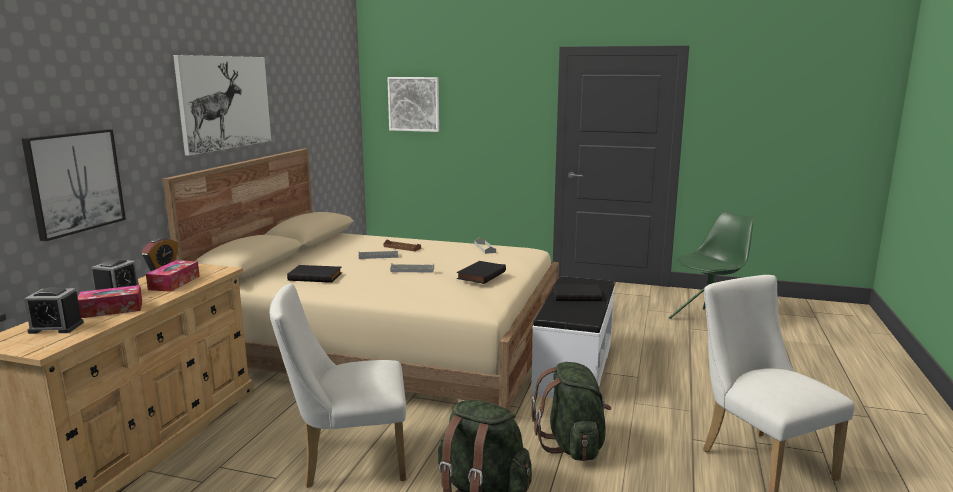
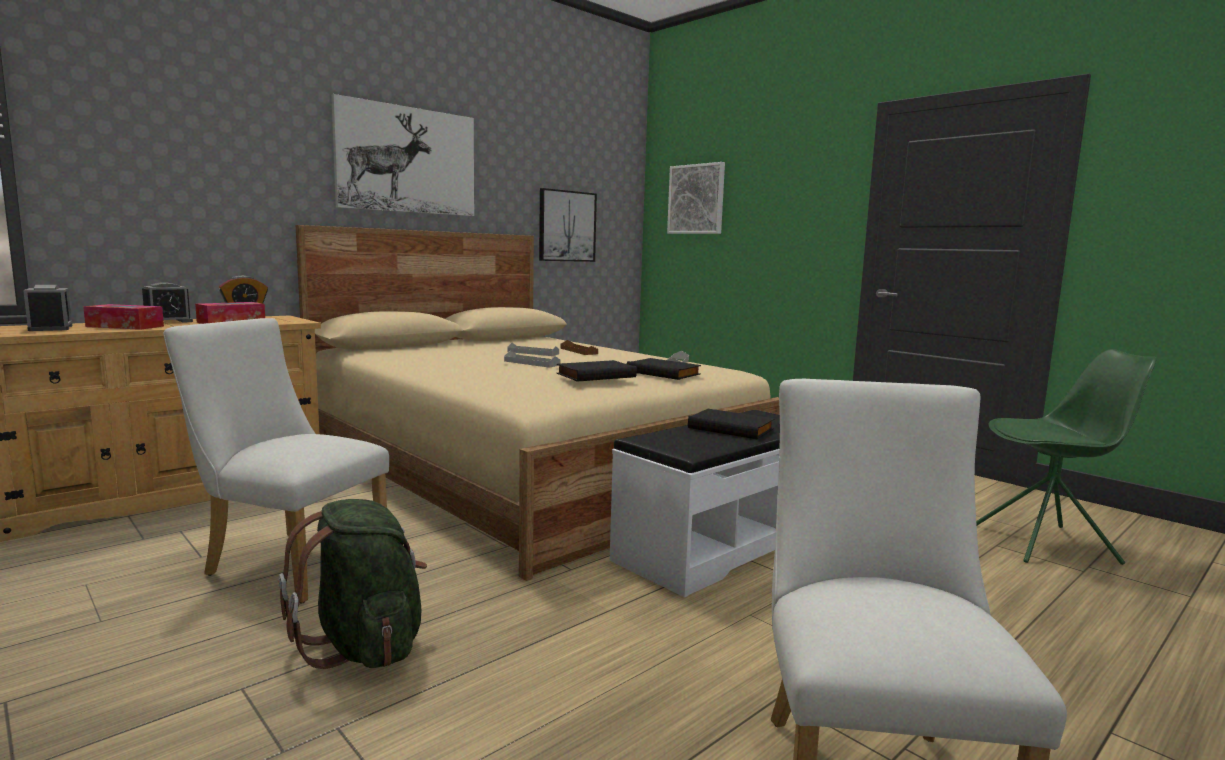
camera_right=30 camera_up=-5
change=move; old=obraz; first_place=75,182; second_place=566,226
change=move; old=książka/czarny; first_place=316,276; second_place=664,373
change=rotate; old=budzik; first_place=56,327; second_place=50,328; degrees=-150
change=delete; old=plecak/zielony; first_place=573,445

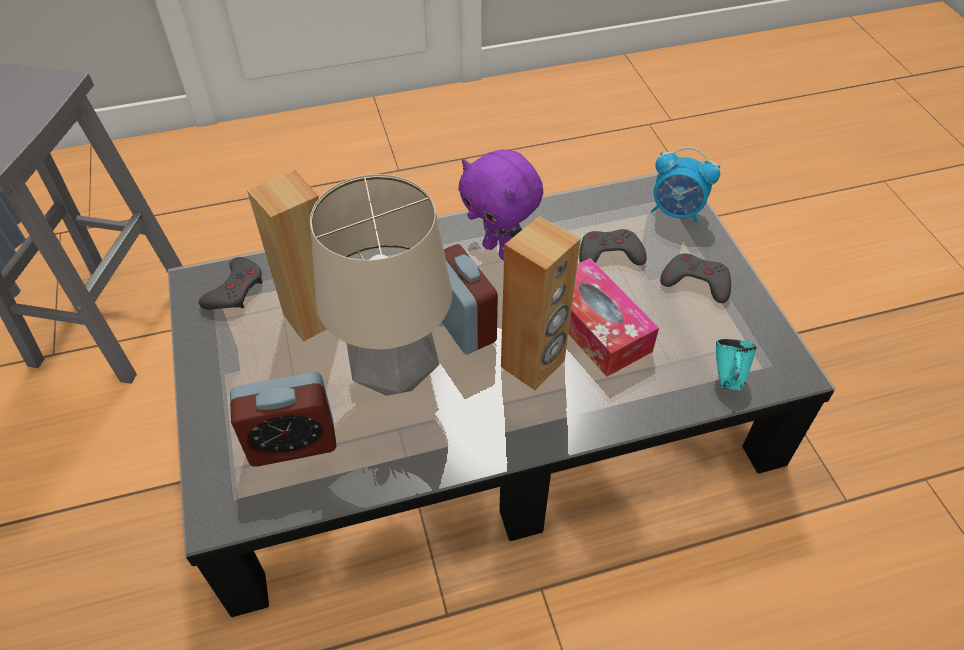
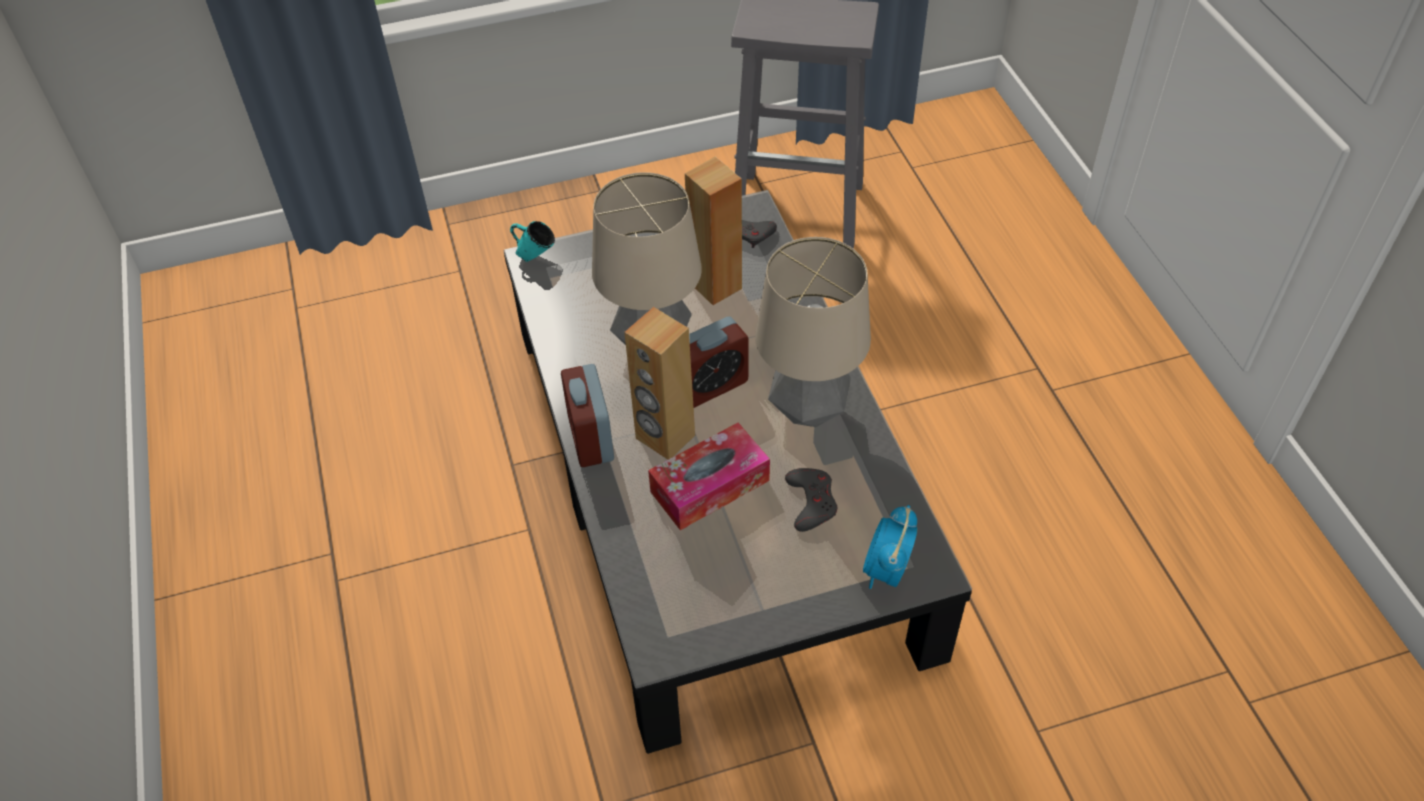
camera_right=90 camera_up=0
change=replace; old=pluszak/fioletowy; new=lampa stołowa; first_place=500,250; second_place=808,410
change=delete; old=pad do gier/szary; first_place=696,282
change=move; old=kubek/turkusowy; first_place=727,378; second_place=535,256
change=move; old=budzik; first_place=292,443; second_place=591,438

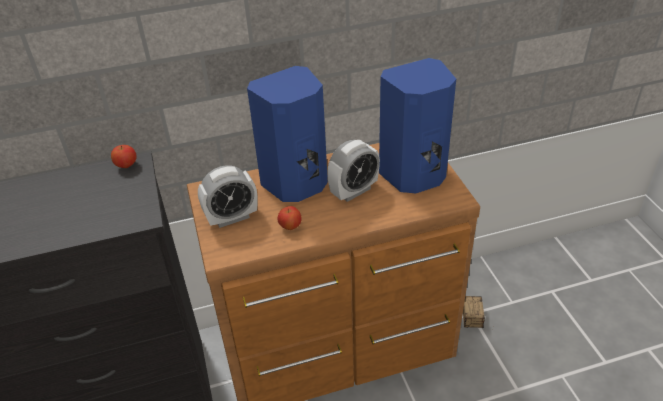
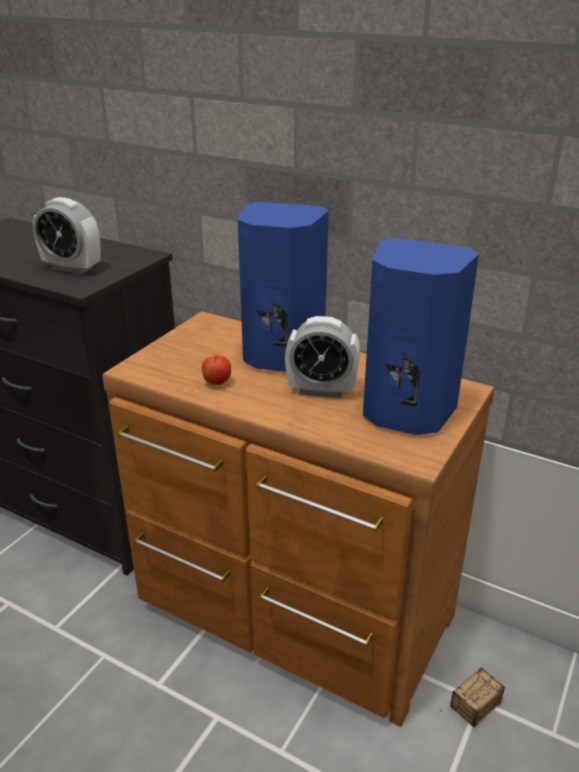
camera_right=45 camera_up=-10
change=delete; old=jabłko; first_place=126,165
change=move; old=budzik; first_place=232,218; second_place=72,268

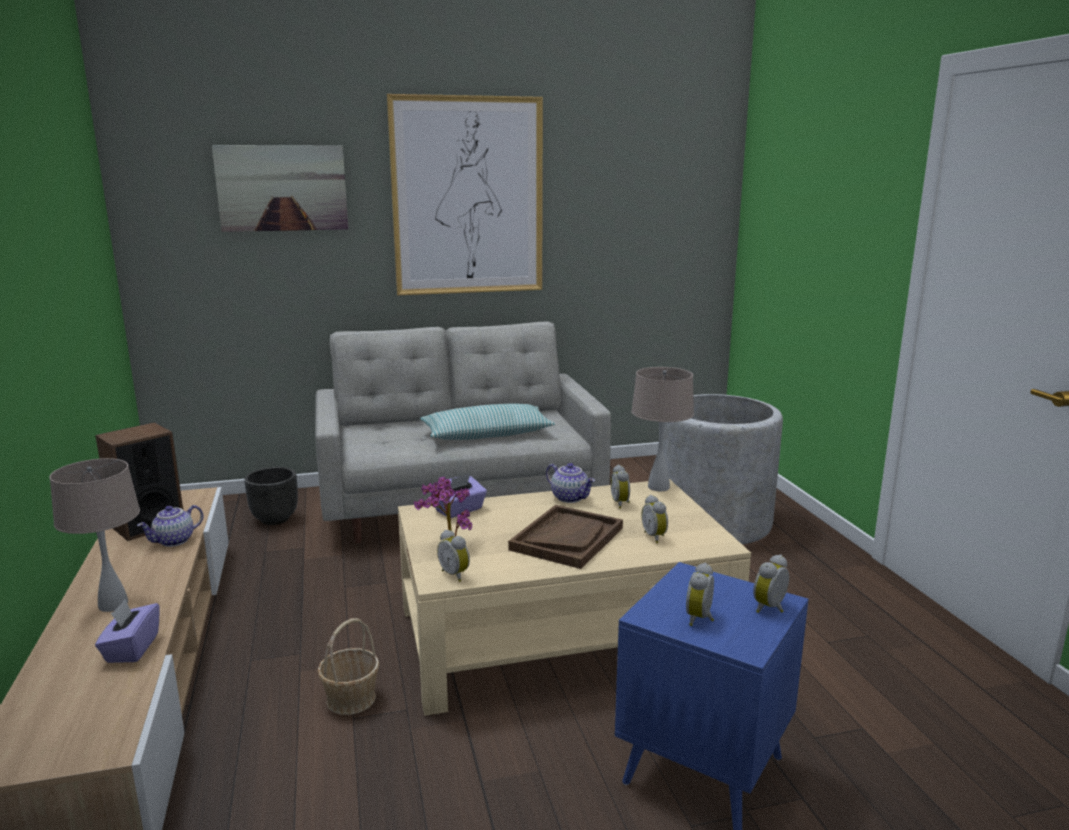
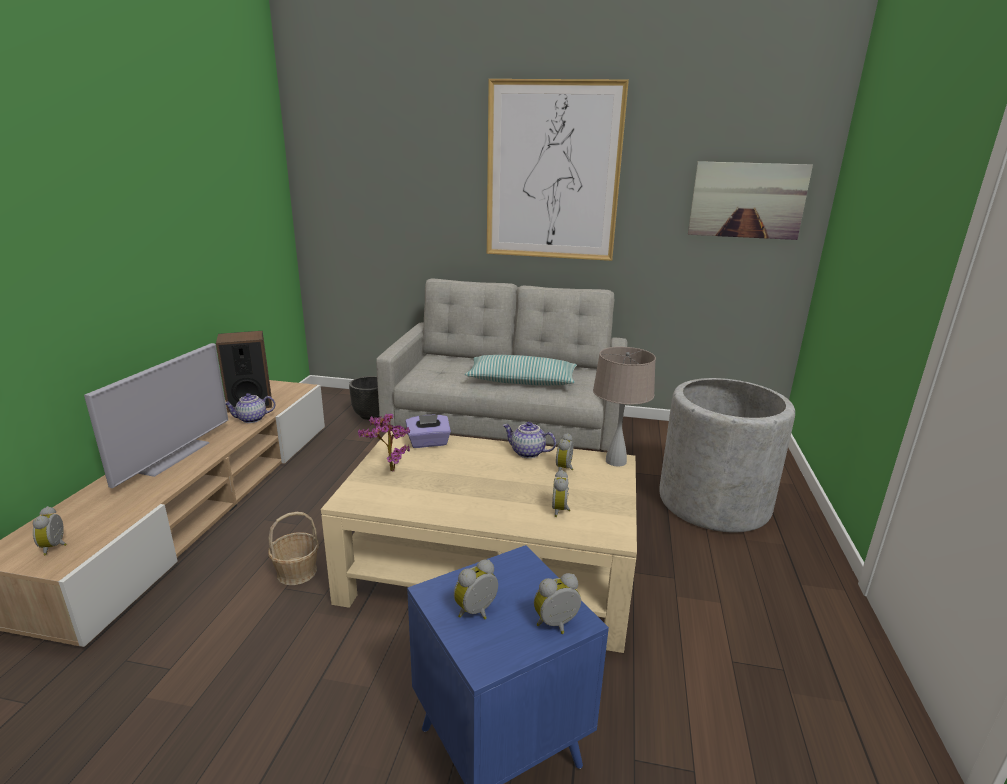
camera_right=25 camera_up=5
change=move; old=obraz; first_place=282,188; second_place=747,200
change=replace; old=lampa stołowa/beżowy; new=telewizor; first_place=113,604; second_place=172,457
change=rotate; old=imbryk; first_place=570,498; second_place=527,453; degrees=135
change=delete; old=taca/brązowy; first_place=567,538
change=move; old=budzik; first_place=455,574; second_place=56,546
change=delete; old=pudełko chusteczek/fioletowy; first_place=131,648

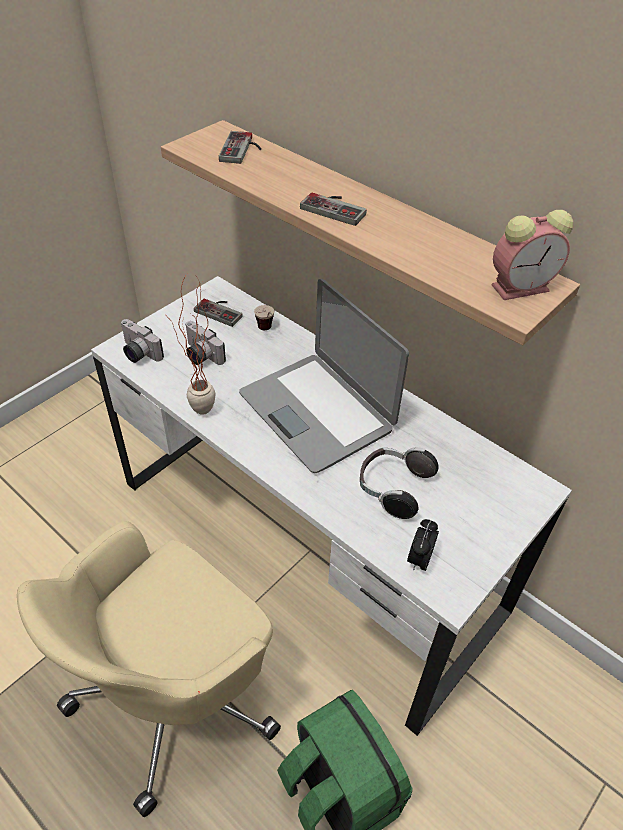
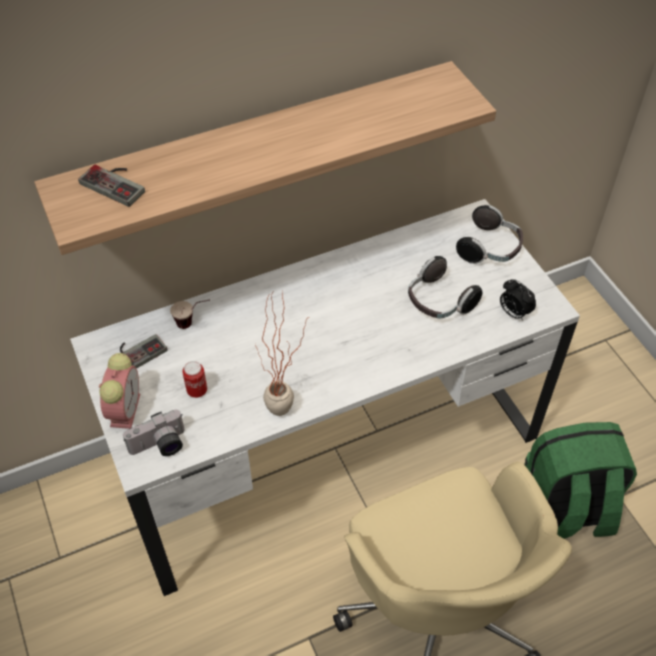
camera_right=-65 camera_up=5
change=delete; old=pad do gier; first_place=336,208
change=move; old=budzik; first_place=522,287; second_place=125,408
change=delete; old=laptop; first_place=317,411
change=replace; old=aparat fotograficzny; new=puszka; first_place=200,355; second_place=197,390
change=insert; new=słuchawki; second_place=490,249

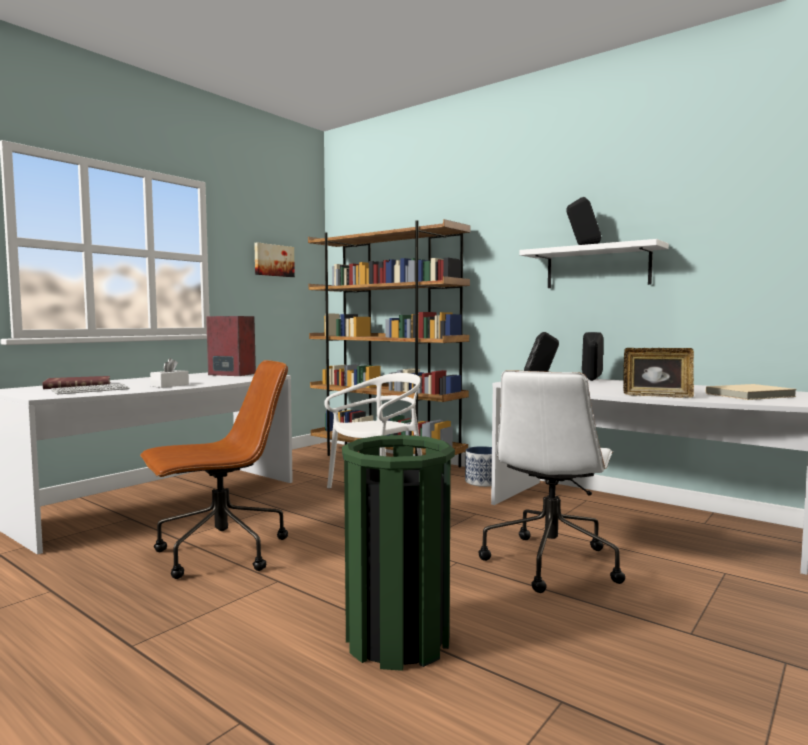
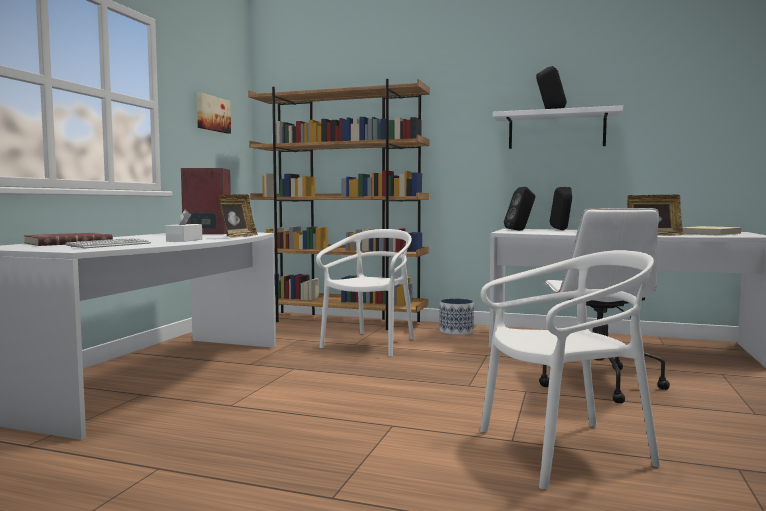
camera_right=-20 camera_up=0
change=delete; old=krzesło biurowe/brązowy; first_place=220,553
change=replace; old=kosz na śmieci/zielony; new=krzesło/biały; first_place=398,639; second_place=564,451
change=insert; new=ramka na zdjęcie; second_place=238,236

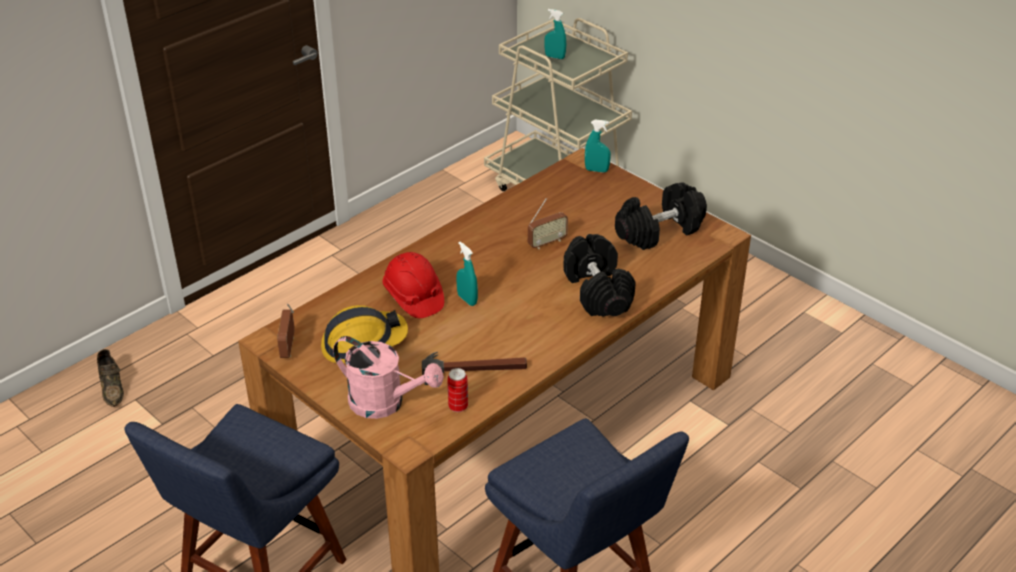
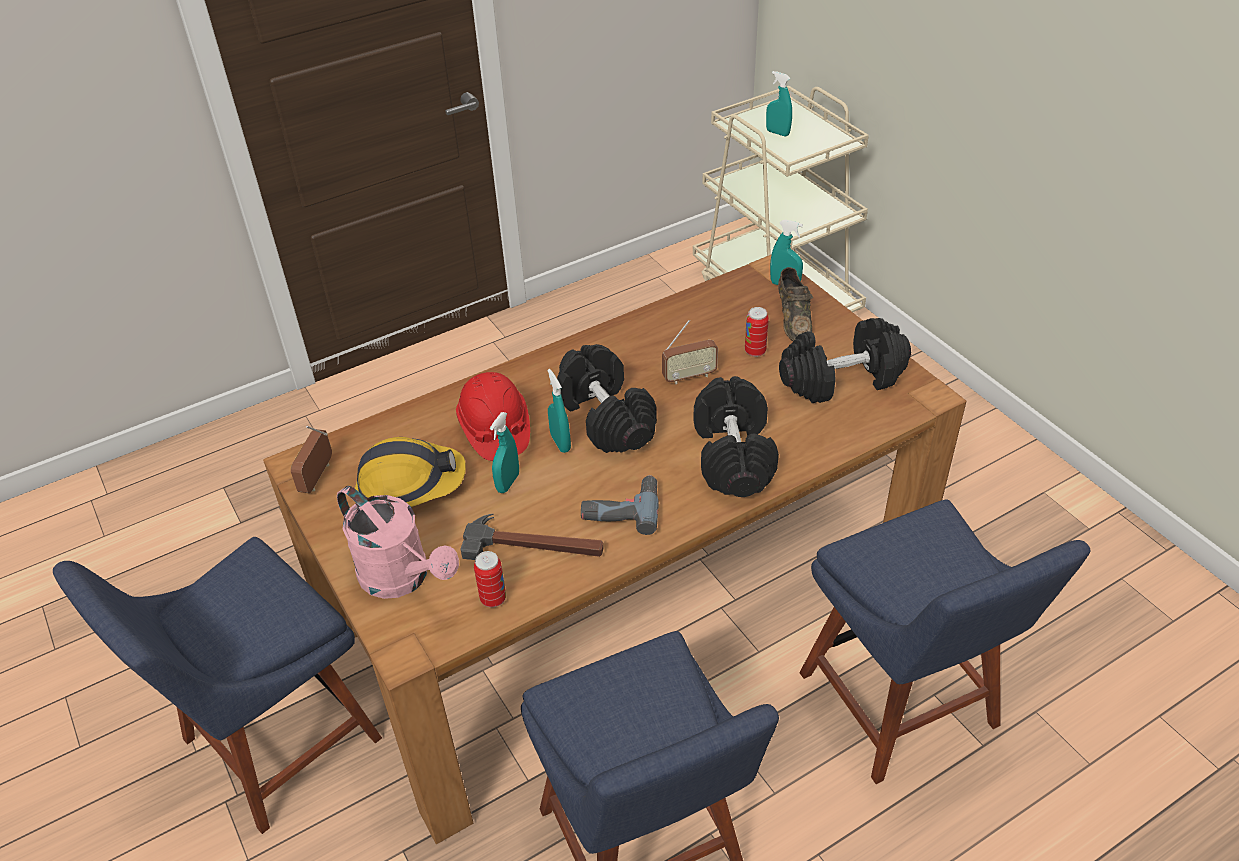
camera_right=15 camera_up=5
change=move; old=but/brązowy; first_place=112,388; second_place=794,321
change=insert; new=puszka; second_place=755,351
change=insert; new=hantel/czarny; second_place=605,417
change=insert; new=spryskiwacz/turkusowy; second_place=508,483
change=insert; new=wiertarka; second_place=621,508
change=insert; new=krzesło/niebieski; second_place=903,707

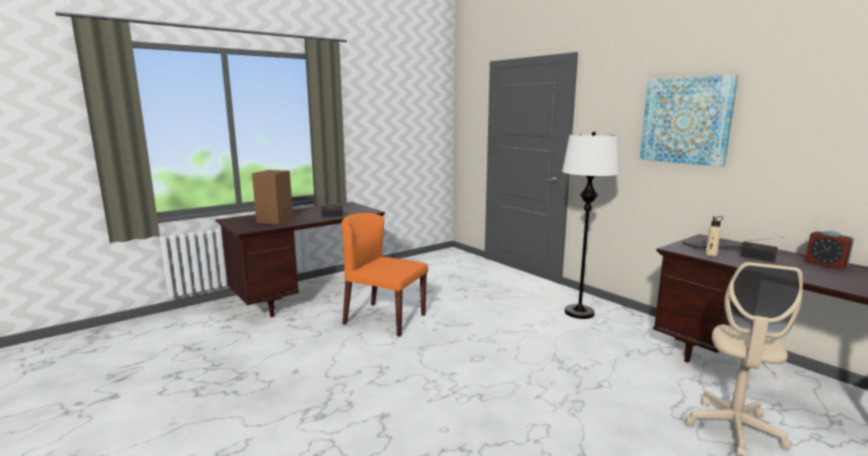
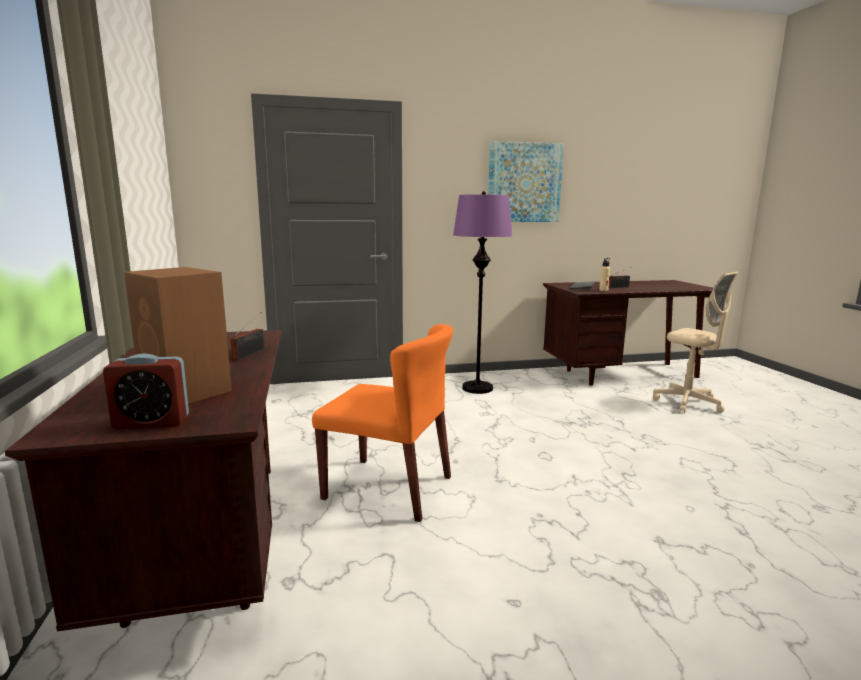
camera_right=-65 camera_up=0
change=recolor; old=lampa stojąca/biały; new=lampa stojąca/fioletowy; first_place=579,312; second_place=477,388
change=rotate; old=krzesło/pomarańczowy; first_place=384,319; second_place=389,488; degrees=-120
change=move; old=budzik; first_place=825,264; second_place=151,422

